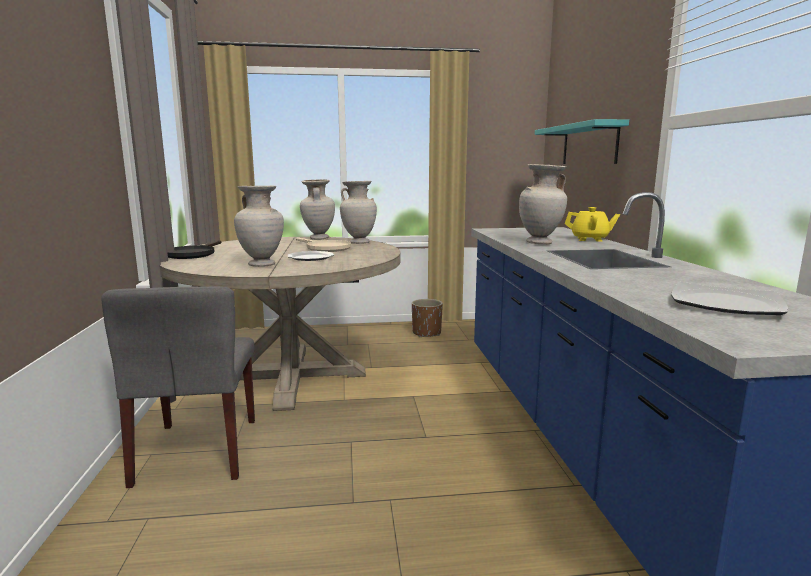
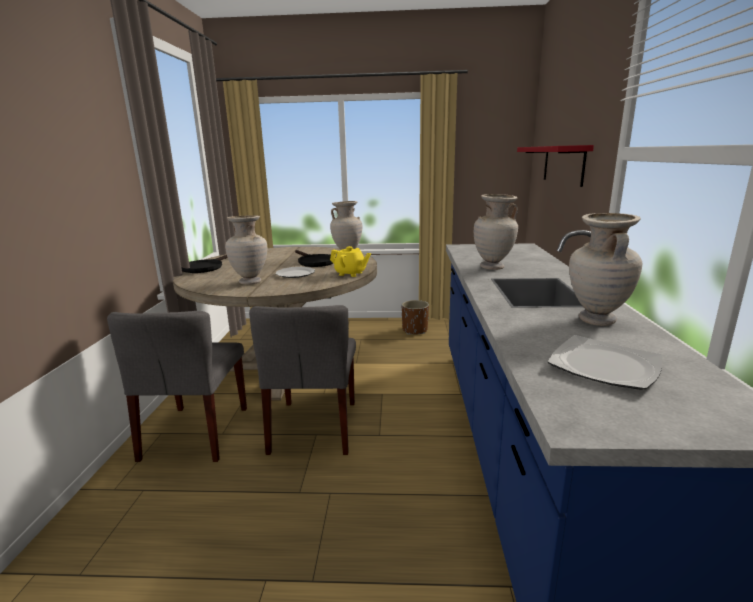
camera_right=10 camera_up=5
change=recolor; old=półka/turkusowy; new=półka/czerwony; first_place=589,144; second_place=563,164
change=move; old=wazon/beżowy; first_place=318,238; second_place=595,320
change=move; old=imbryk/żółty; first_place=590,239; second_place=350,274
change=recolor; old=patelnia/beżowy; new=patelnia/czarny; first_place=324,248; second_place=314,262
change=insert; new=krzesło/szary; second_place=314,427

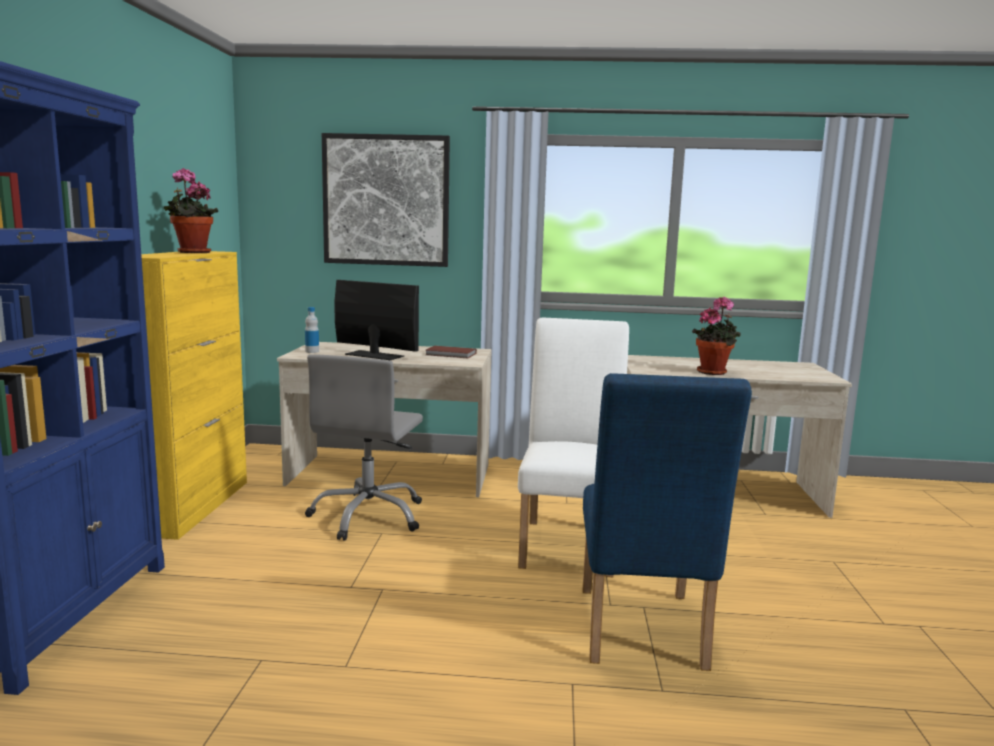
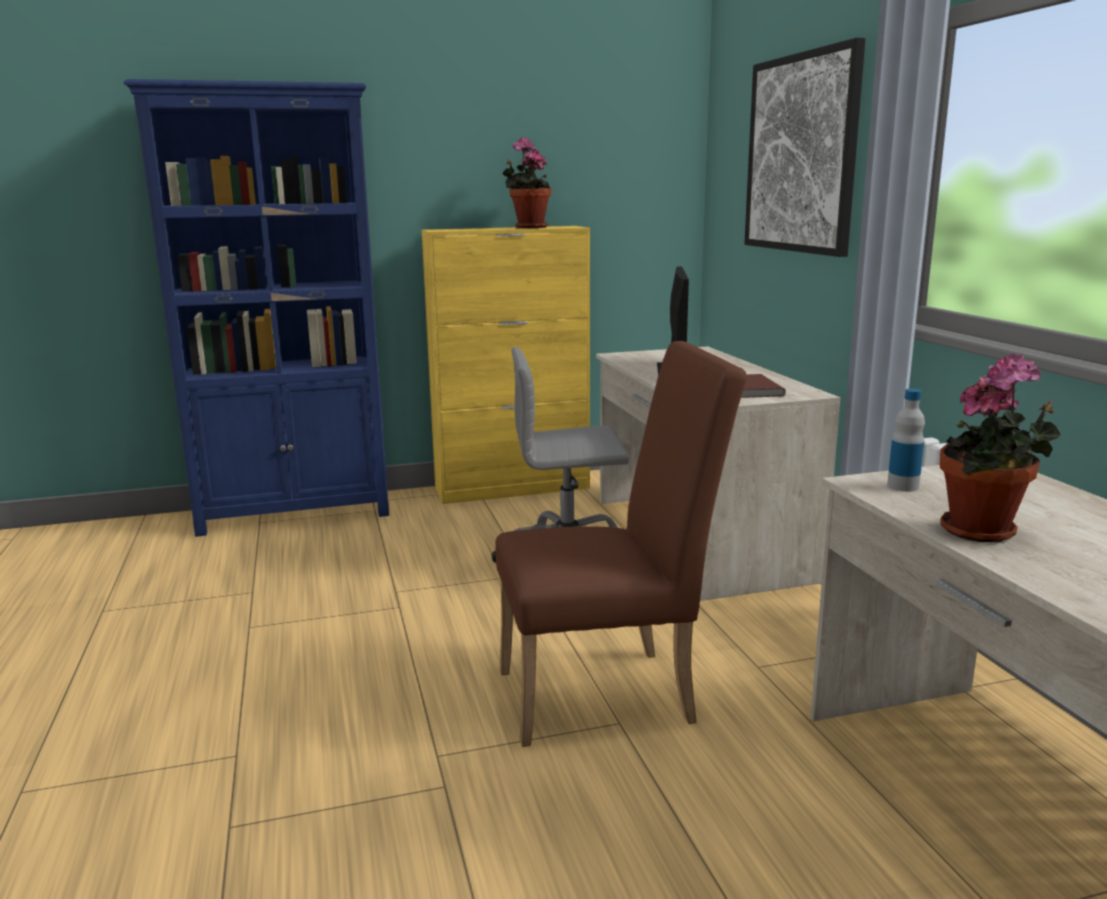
camera_right=70 camera_up=5
change=move; old=butelka; first_place=312,351; second_place=903,486
change=recolor; old=krzesło/biały; new=krzesło/brązowy; first_place=570,542; second_place=610,694
change=delete; old=krzesło/niebieski; first_place=640,634

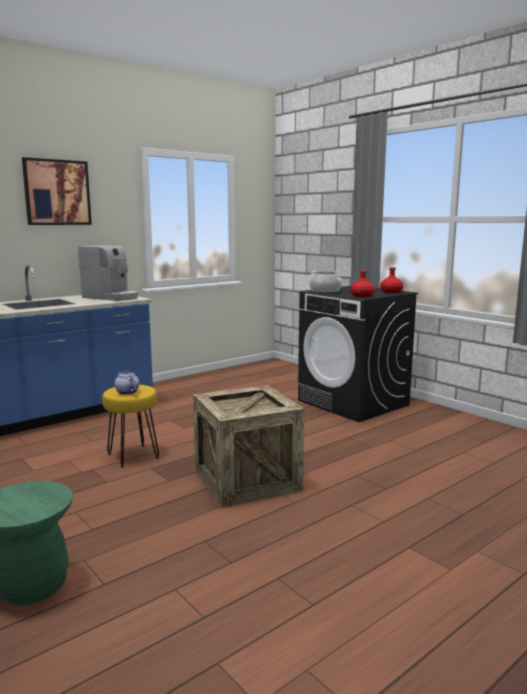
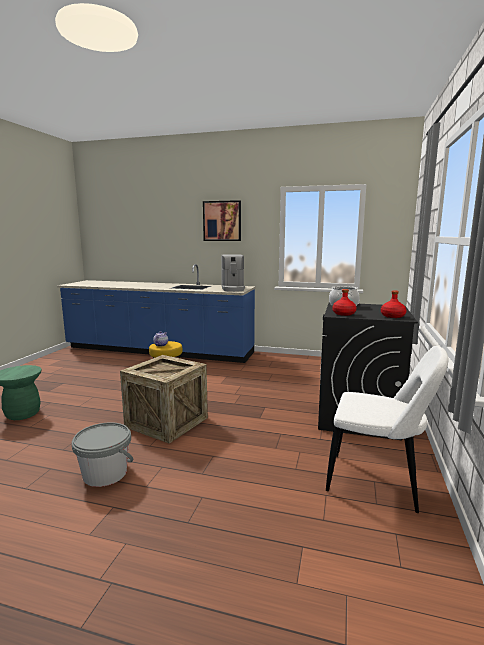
camera_right=55 camera_up=0
change=insert; new=krzesło/biały; second_place=378,483
change=insert; new=wiadro/szary; second_place=105,473

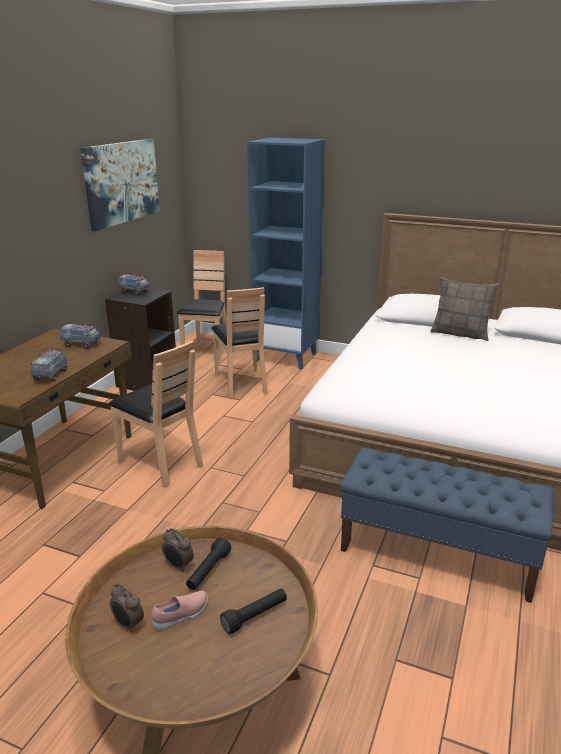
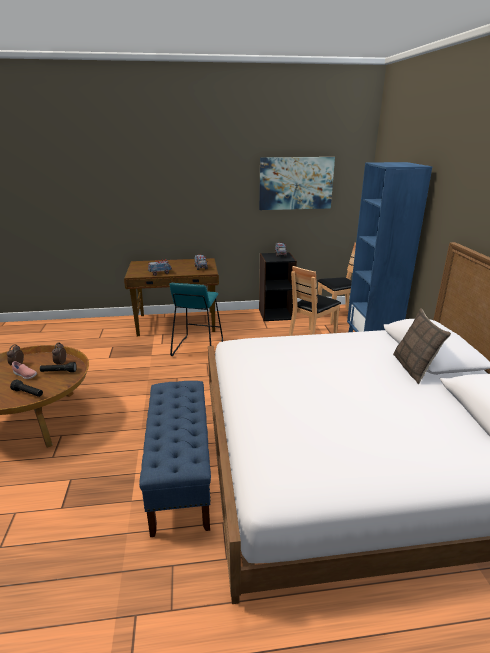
camera_right=60 camera_up=0
change=replace; old=krzesło/brązowy; new=stołek/turkusowy; first_place=161,463; second_place=197,348

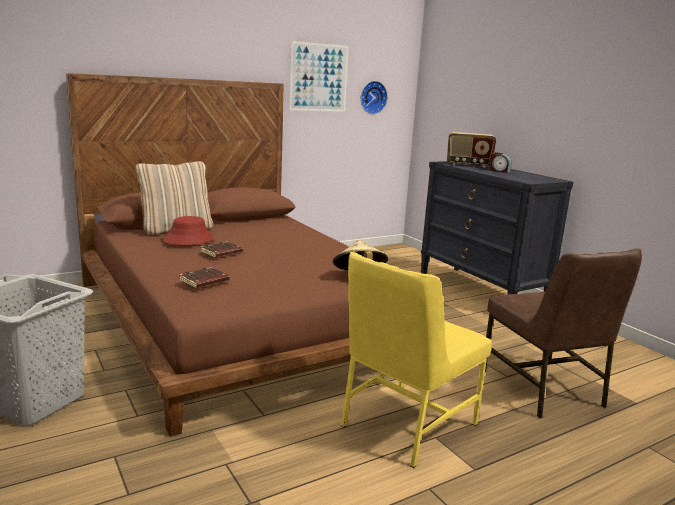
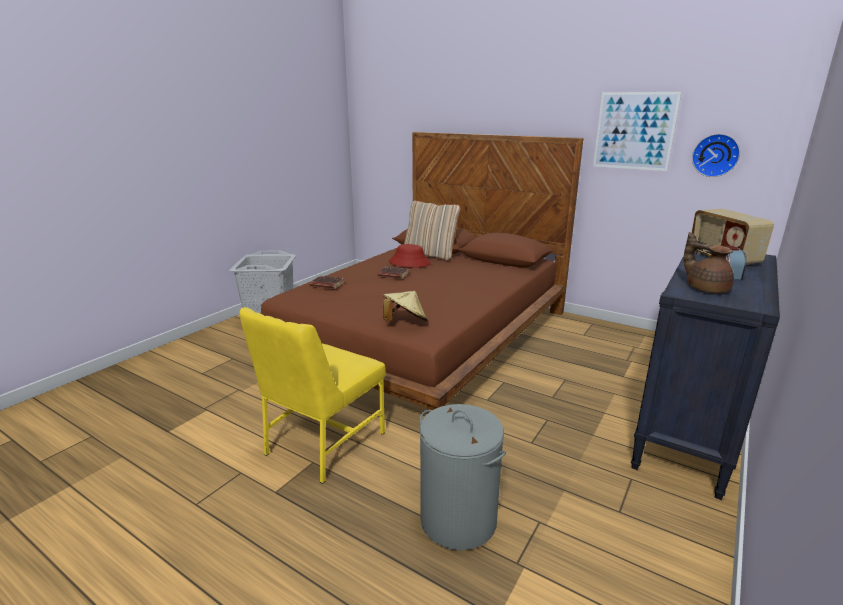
camera_right=65 camera_up=5
change=replace; old=krzesło/brązowy; new=kosz na pranie/szary; first_place=543,389; second_place=457,519
change=rotate; old=krzesło/żółty; first_place=406,424; second_place=322,443; degrees=-75
change=insert; new=imbryk/brązowy; second_place=705,288

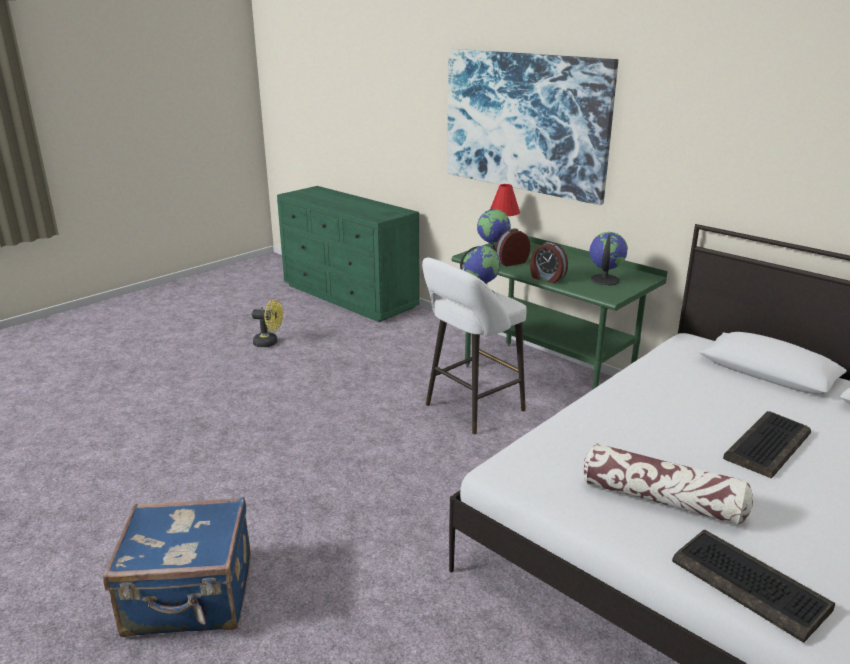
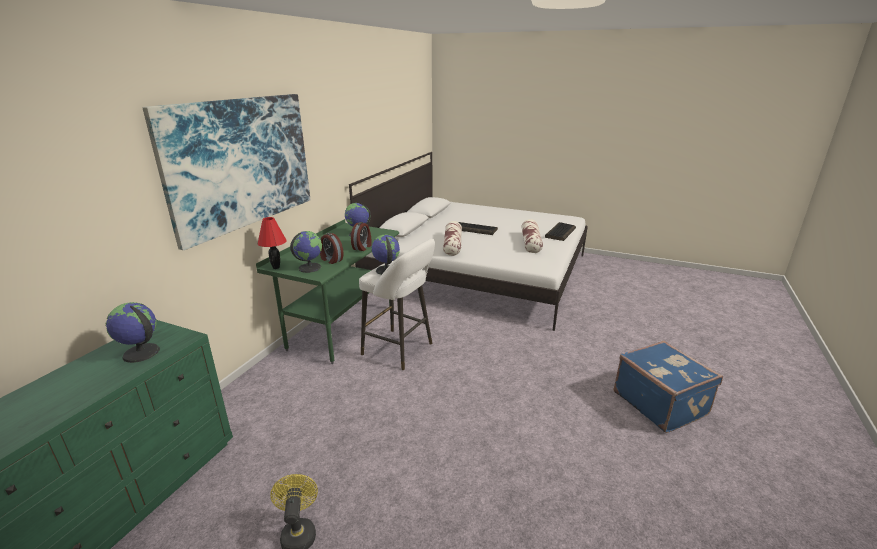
camera_right=-110 camera_up=0
change=insert; new=poduszka; second_place=452,245
change=insert; new=globus; second_place=140,353

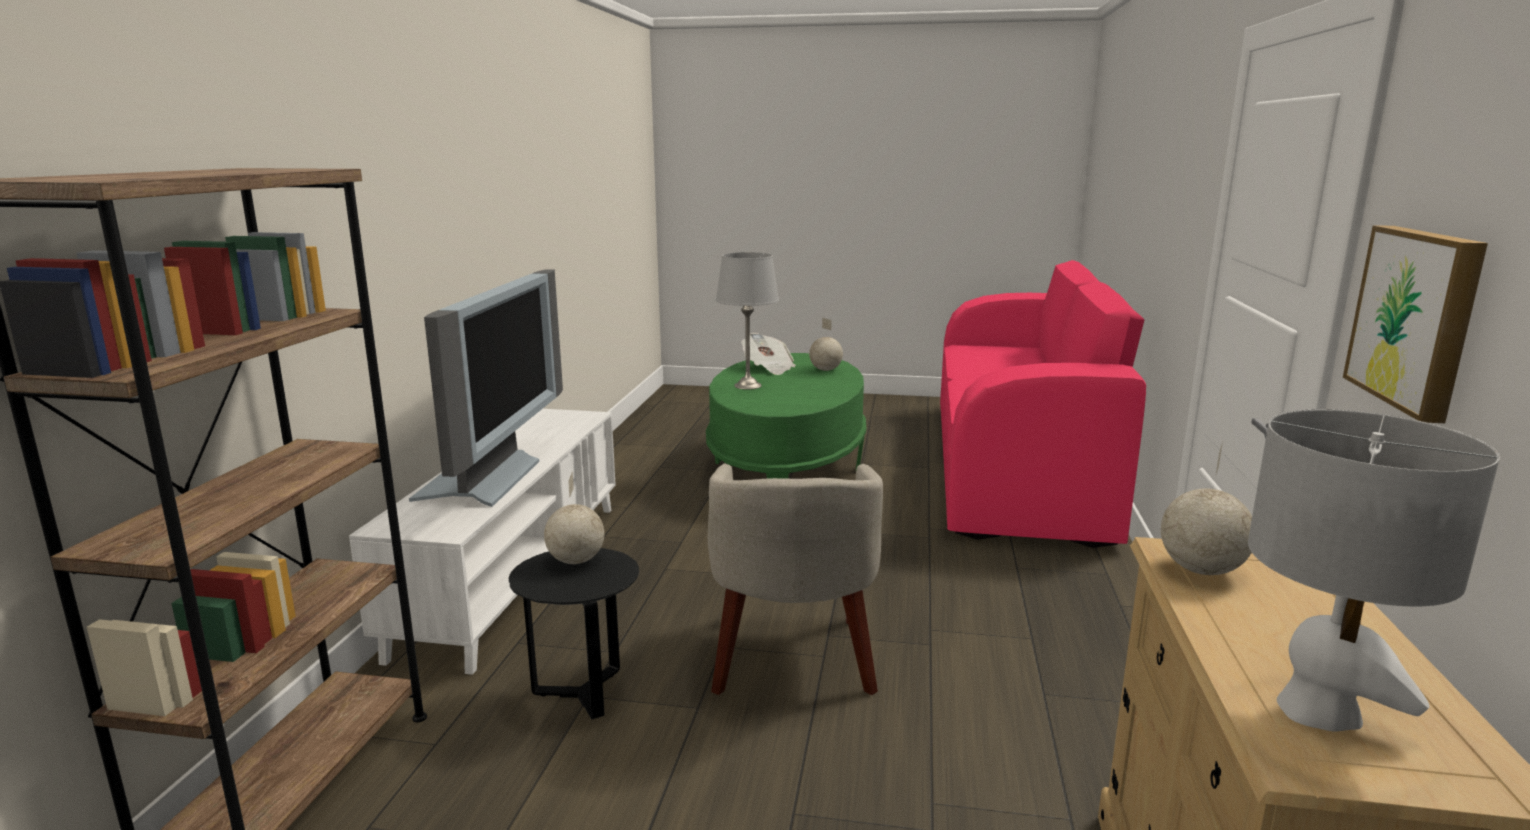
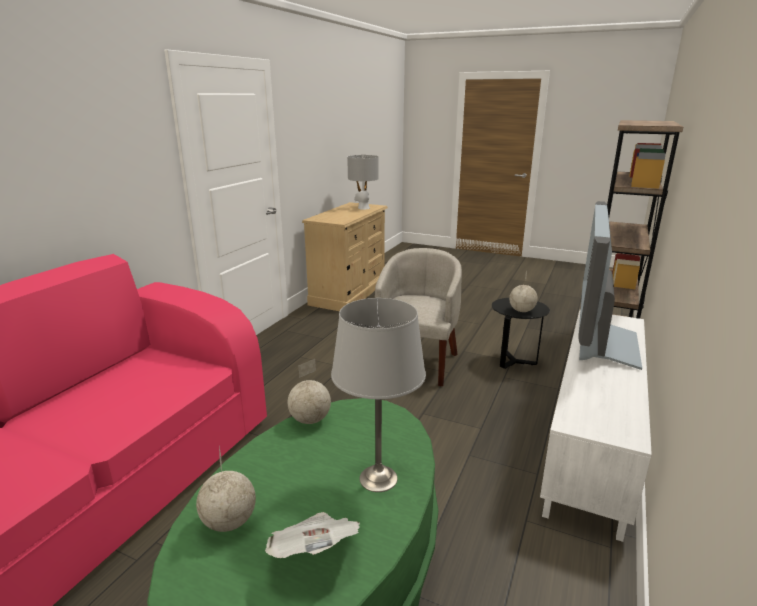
camera_right=-165 camera_up=5
change=delete; old=obraz; first_place=1418,318
change=move; old=globus; first_place=1200,570; second_place=311,420

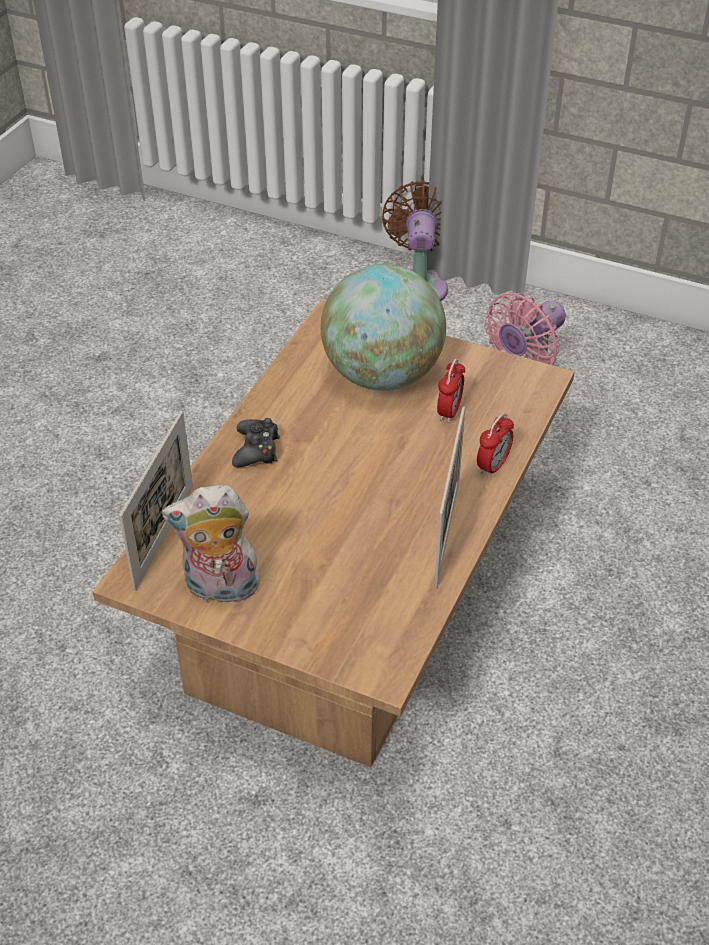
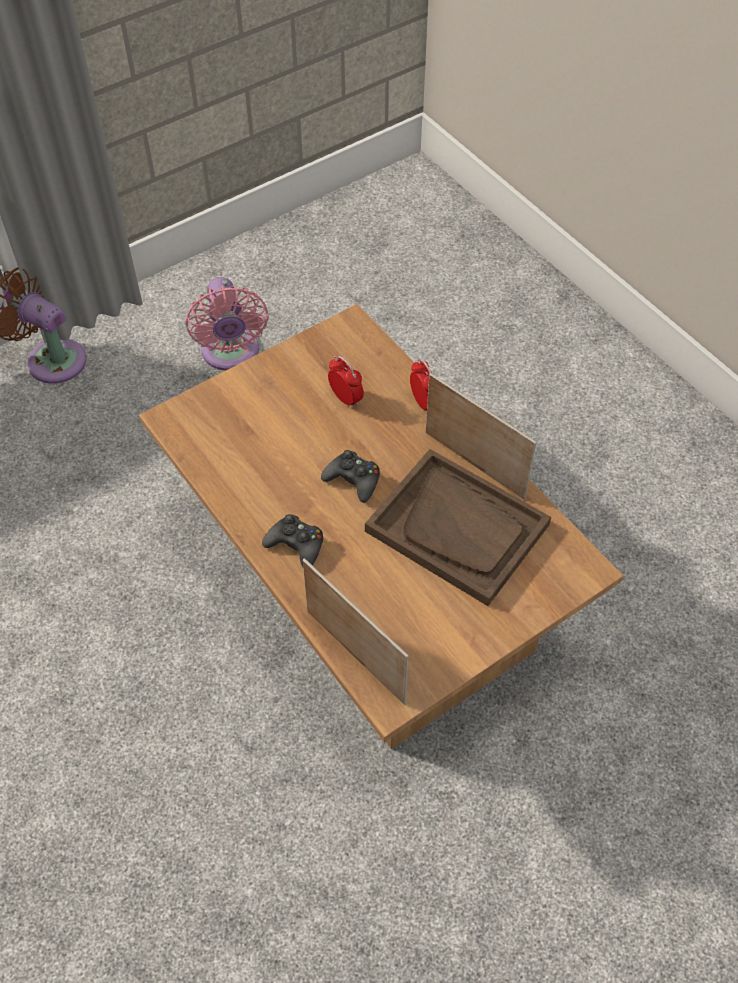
camera_right=-60 camera_up=10
change=delete; old=globus; first_place=382,375
change=delete; old=pluszak; first_place=220,589
change=insert; new=taca/brązowy; second_place=457,528
change=insert; new=pad do gier/czarny; second_place=353,480

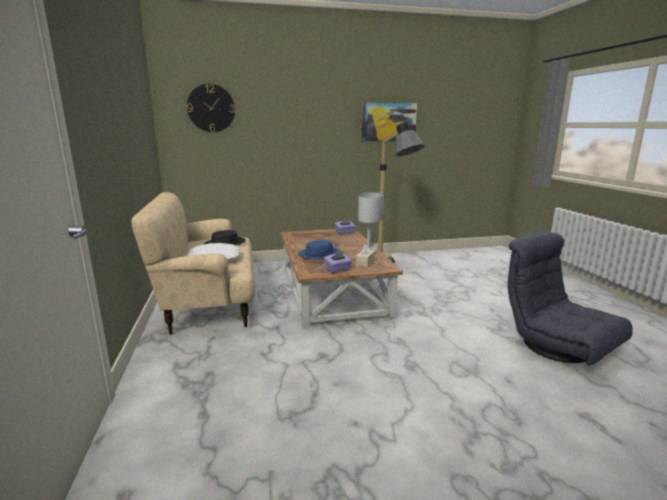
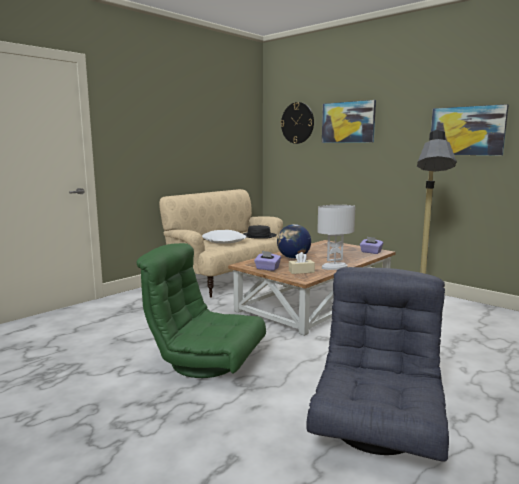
camera_right=55 camera_up=-5
change=replace; old=kapelusz/niebieski; new=globus; first_place=319,254; second_place=293,258
change=insert; new=obraz; second_place=348,122
change=insert; new=fotel/zielony; second_place=206,362

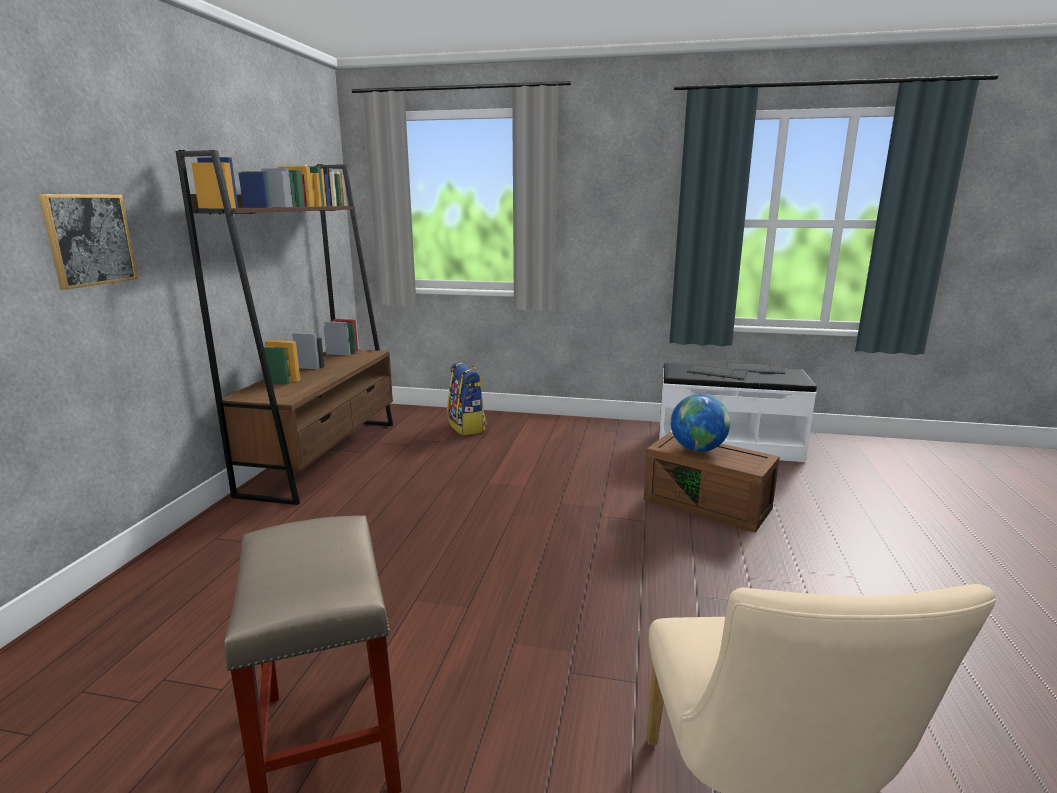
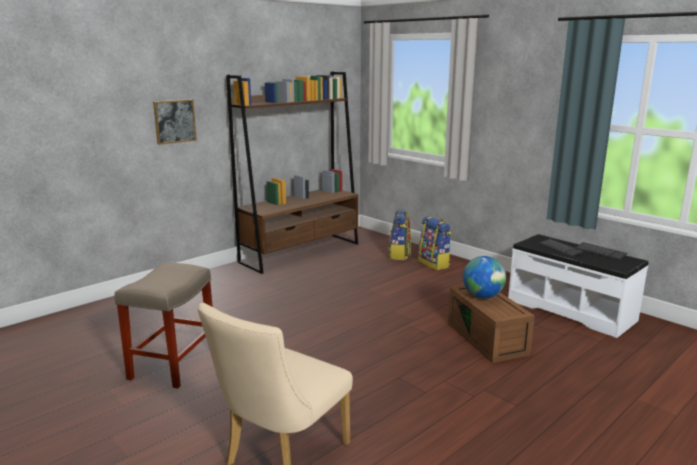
camera_right=35 camera_up=0
change=insert; new=plecak; second_place=434,264

